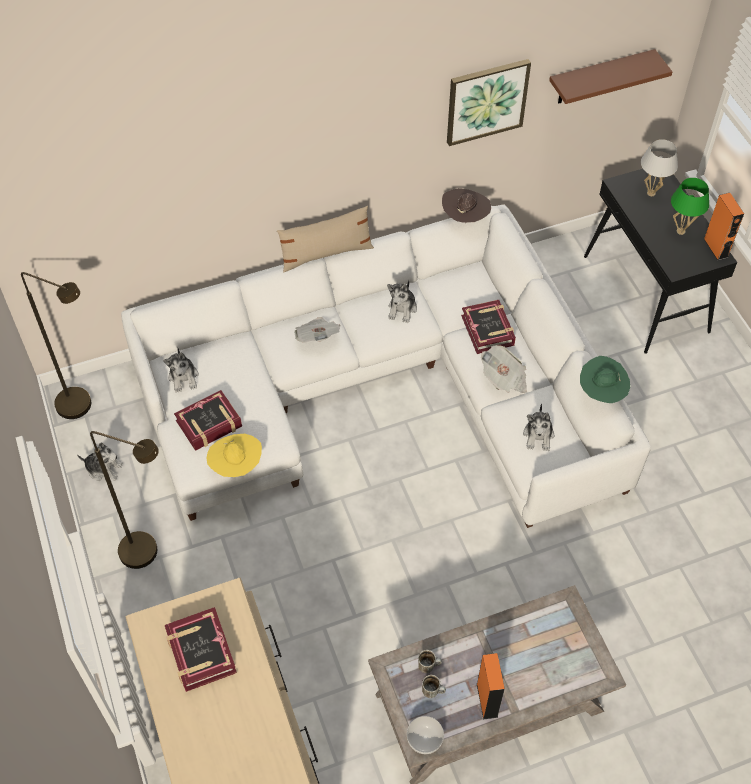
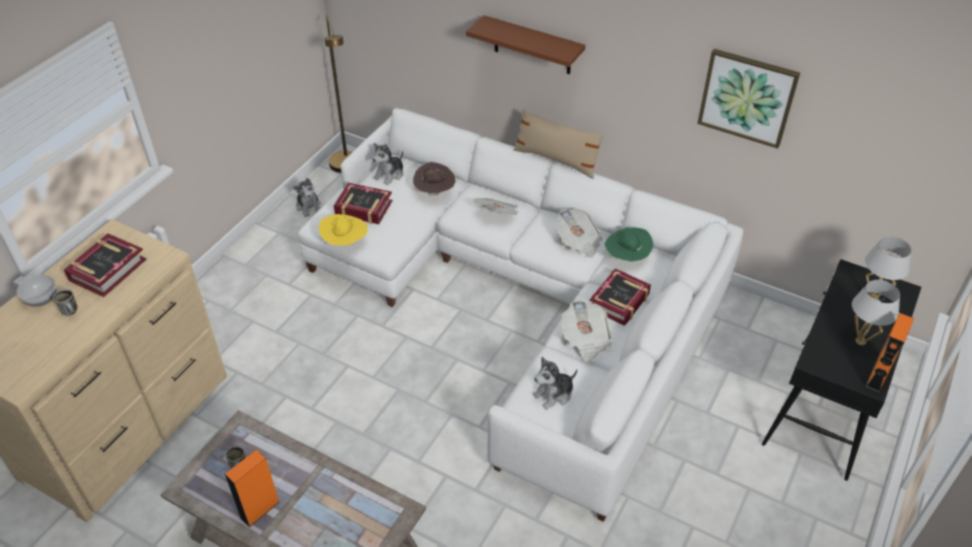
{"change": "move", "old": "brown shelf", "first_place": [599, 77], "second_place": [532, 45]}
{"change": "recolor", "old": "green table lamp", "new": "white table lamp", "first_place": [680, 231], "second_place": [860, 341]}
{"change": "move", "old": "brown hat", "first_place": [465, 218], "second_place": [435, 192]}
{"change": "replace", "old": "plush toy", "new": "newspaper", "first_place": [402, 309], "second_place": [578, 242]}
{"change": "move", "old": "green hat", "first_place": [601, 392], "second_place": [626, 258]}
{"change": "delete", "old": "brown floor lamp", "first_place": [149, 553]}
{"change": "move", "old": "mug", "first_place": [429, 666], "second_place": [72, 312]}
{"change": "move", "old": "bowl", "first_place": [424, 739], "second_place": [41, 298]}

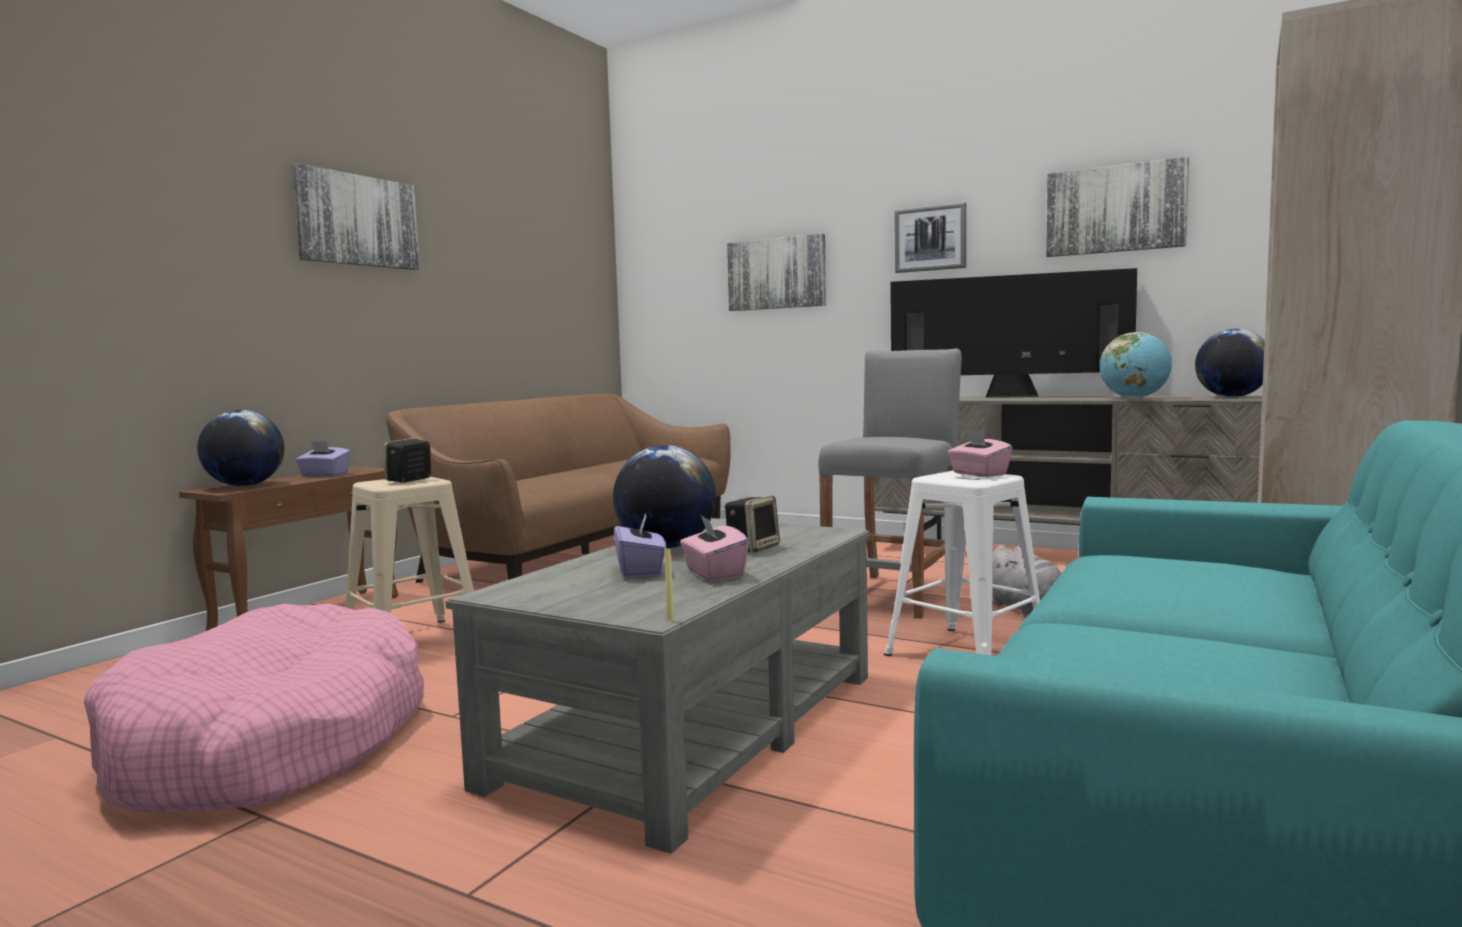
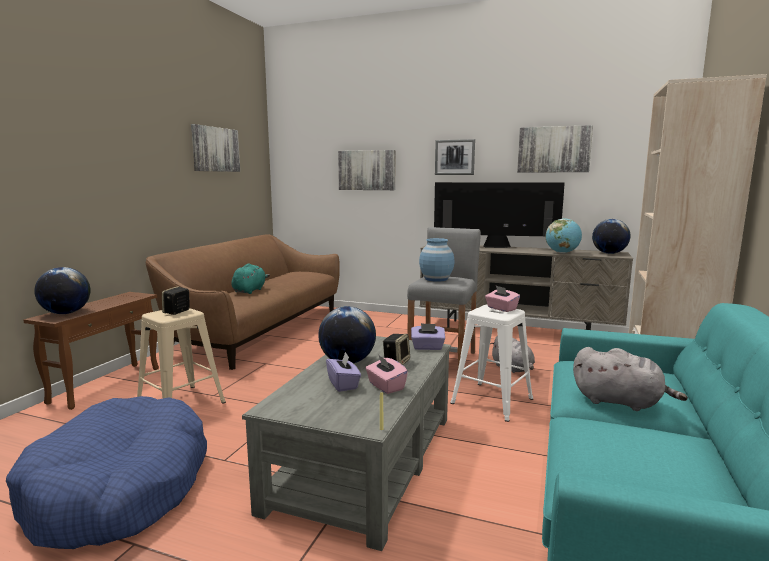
{"change": "move", "old": "picture", "first_place": [357, 221], "second_place": [215, 149]}
{"change": "move", "old": "purple tissue box", "first_place": [324, 475], "second_place": [427, 347]}
{"change": "recolor", "old": "pink dog bed", "new": "blue dog bed", "first_place": [271, 744], "second_place": [120, 488]}
{"change": "insert", "new": "blue vase", "second_place": [436, 279]}
{"change": "insert", "new": "turquoise plush toy", "second_place": [250, 290]}
{"change": "insert", "new": "grey plush toy", "second_place": [620, 402]}

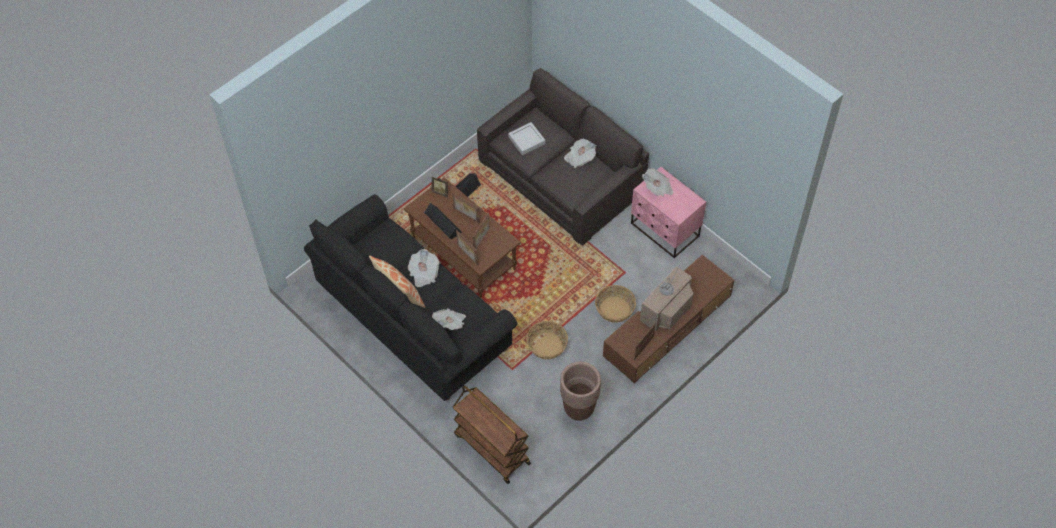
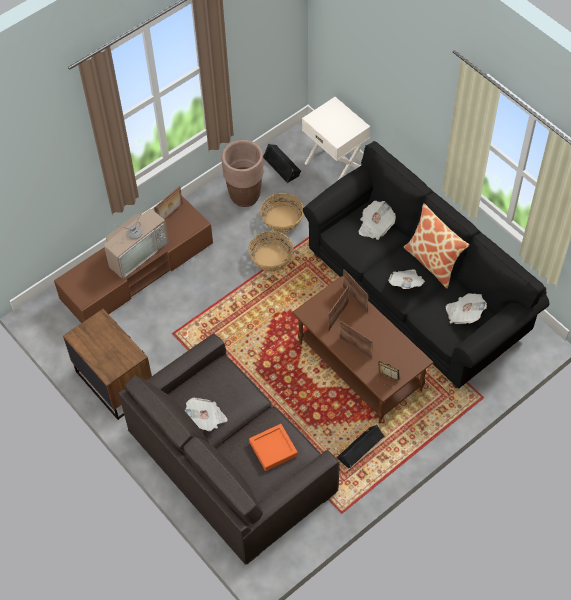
{"change": "recolor", "old": "grey tray", "new": "orange tray", "first_place": [526, 140], "second_place": [273, 449]}
{"change": "recolor", "old": "pink nightstand", "new": "brown nightstand", "first_place": [664, 230], "second_place": [115, 382]}
{"change": "move", "old": "newspaper", "first_place": [657, 188], "second_place": [464, 314]}
{"change": "move", "old": "black speaker", "first_place": [442, 224], "second_place": [282, 165]}
{"change": "move", "old": "basket", "first_place": [615, 309], "second_place": [282, 219]}
{"change": "replace", "old": "brown cart", "new": "white nightstand", "first_place": [491, 449], "second_place": [335, 165]}

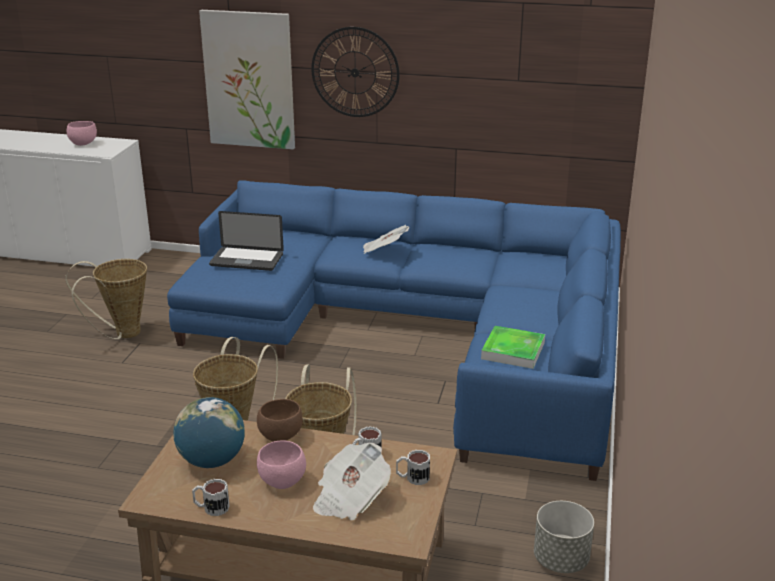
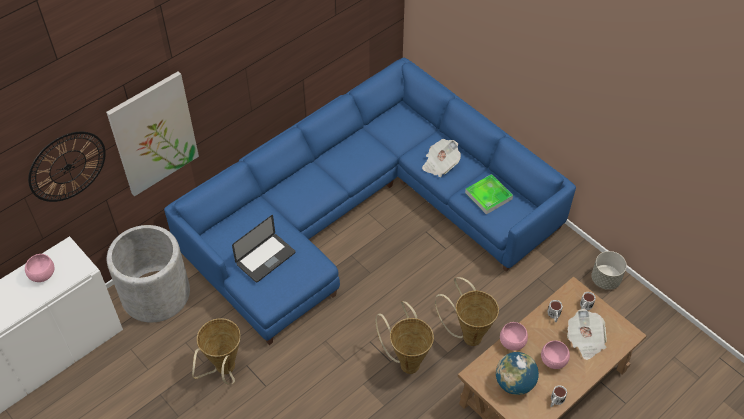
{"change": "move", "old": "wall clock", "first_place": [355, 72], "second_place": [67, 166]}
{"change": "move", "old": "newspaper", "first_place": [384, 251], "second_place": [440, 164]}
{"change": "recolor", "old": "brown bowl", "new": "pink bowl", "first_place": [280, 436], "second_place": [511, 343]}
{"change": "insert", "new": "grey planter", "second_place": [156, 294]}

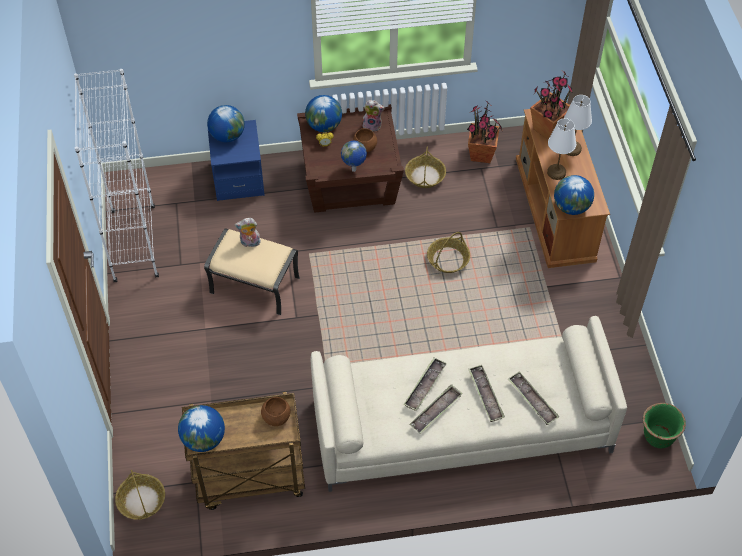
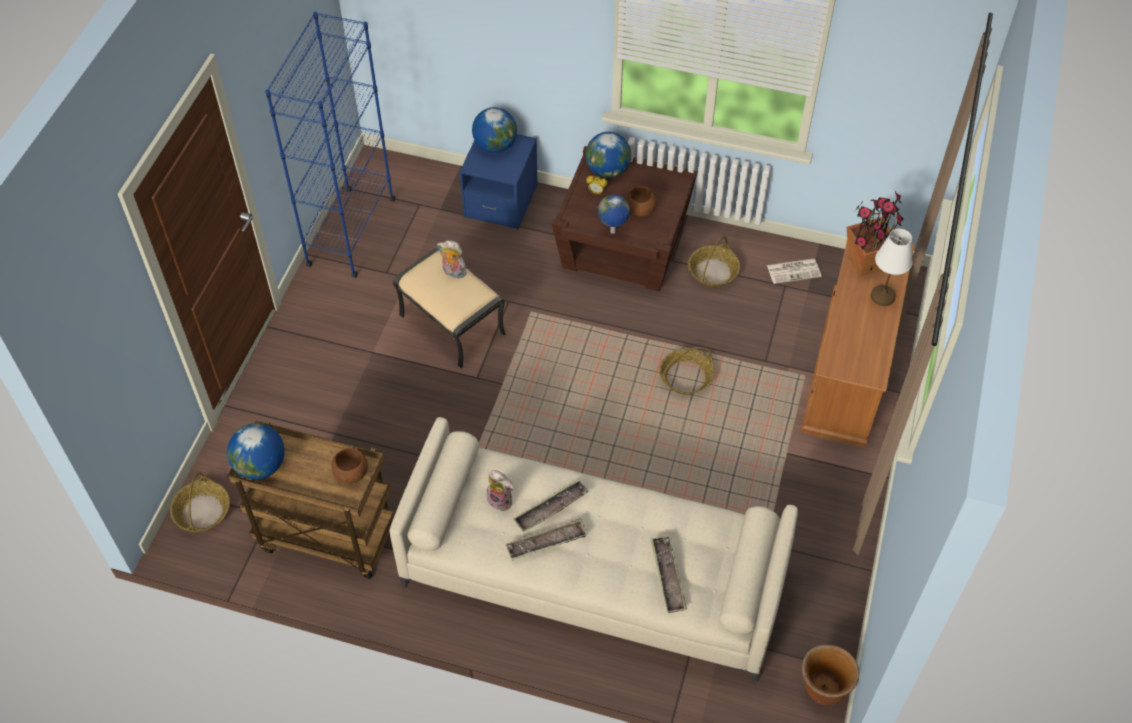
{"change": "recolor", "old": "white bookcase", "new": "blue bookcase", "first_place": [134, 244], "second_place": [351, 233]}
{"change": "move", "old": "plush toy", "first_place": [372, 125], "second_place": [501, 500]}
{"change": "replace", "old": "potted plant", "new": "newspaper", "first_place": [481, 155], "second_place": [794, 271]}
{"change": "delete", "old": "white table lamp", "first_place": [556, 173]}
{"change": "delete", "old": "globe", "first_place": [571, 207]}
{"change": "delete", "old": "tray", "first_place": [485, 395]}
{"change": "recolor", "old": "green planter", "new": "brown planter", "first_place": [658, 437], "second_place": [823, 689]}

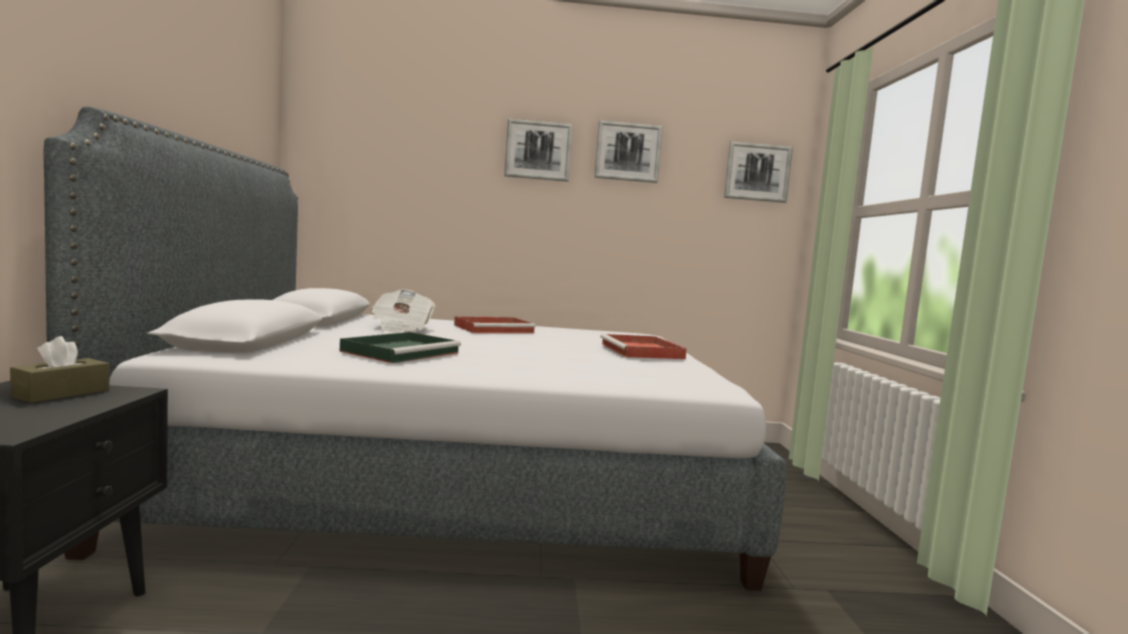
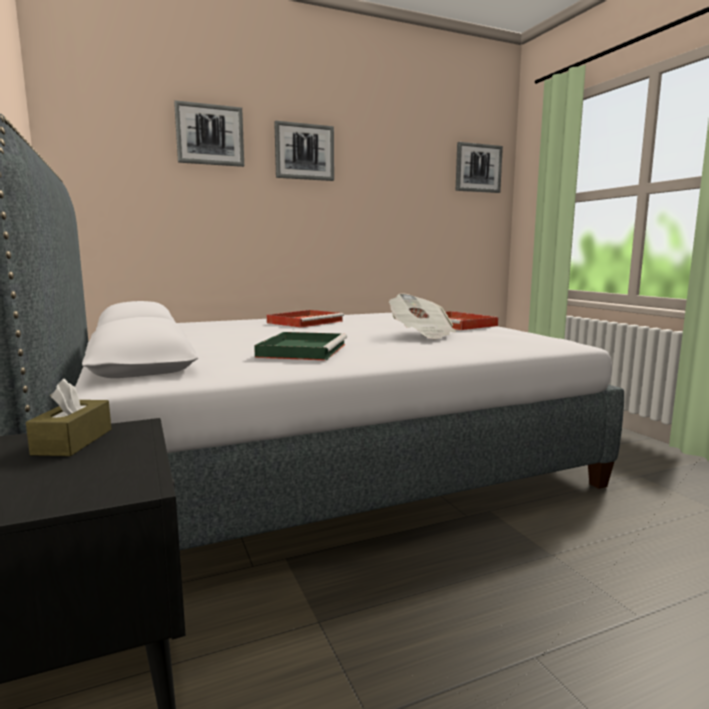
{"change": "move", "old": "picture", "first_place": [627, 152], "second_place": [210, 135]}
{"change": "move", "old": "newspaper", "first_place": [401, 328], "second_place": [421, 334]}

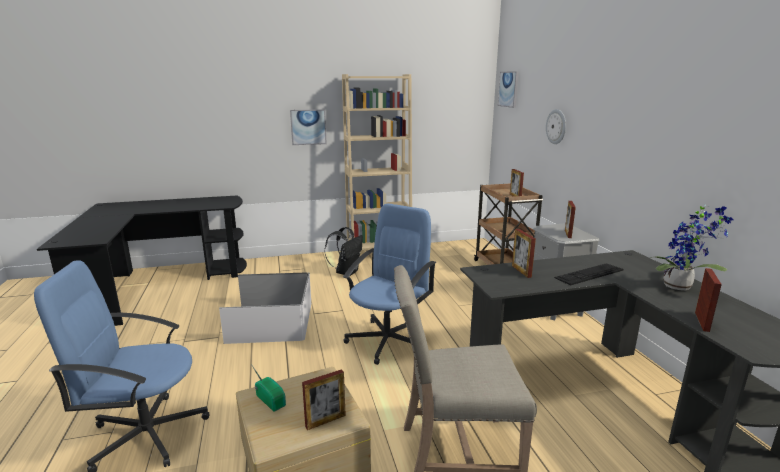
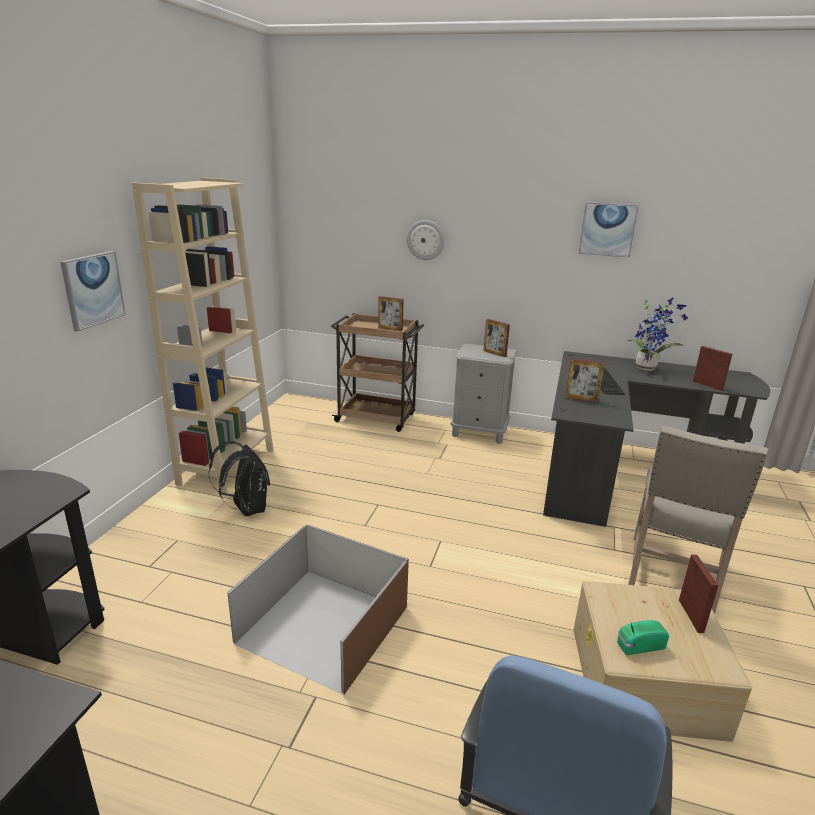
{"change": "move", "old": "picture", "first_place": [508, 89], "second_place": [607, 229]}
{"change": "delete", "old": "blue office chair", "first_place": [388, 340]}
{"change": "recolor", "old": "white storage box", "new": "brown storage box", "first_place": [270, 321], "second_place": [321, 624]}

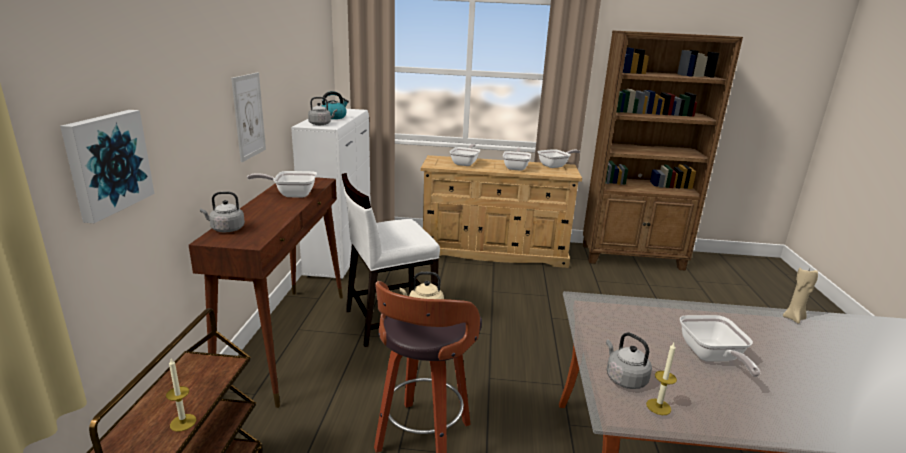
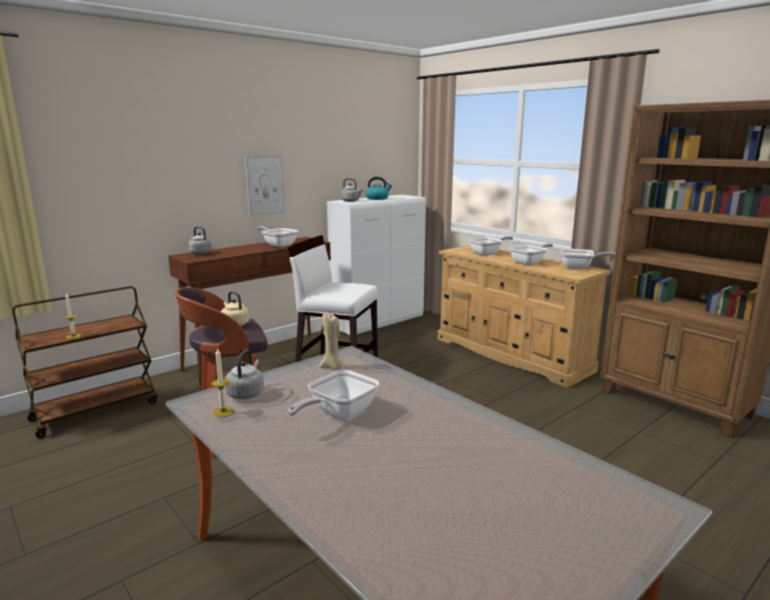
{"change": "delete", "old": "picture", "first_place": [107, 163]}
{"change": "move", "old": "beige candle", "first_place": [794, 318], "second_place": [332, 367]}

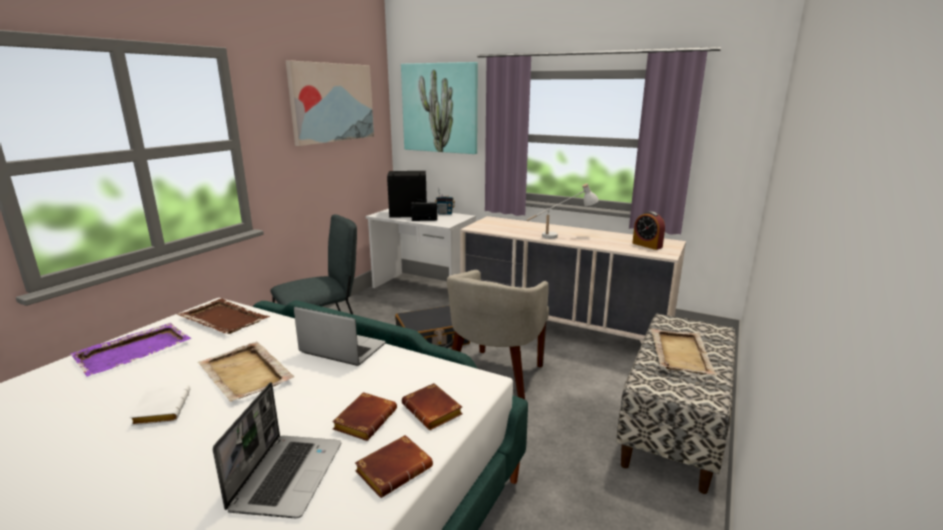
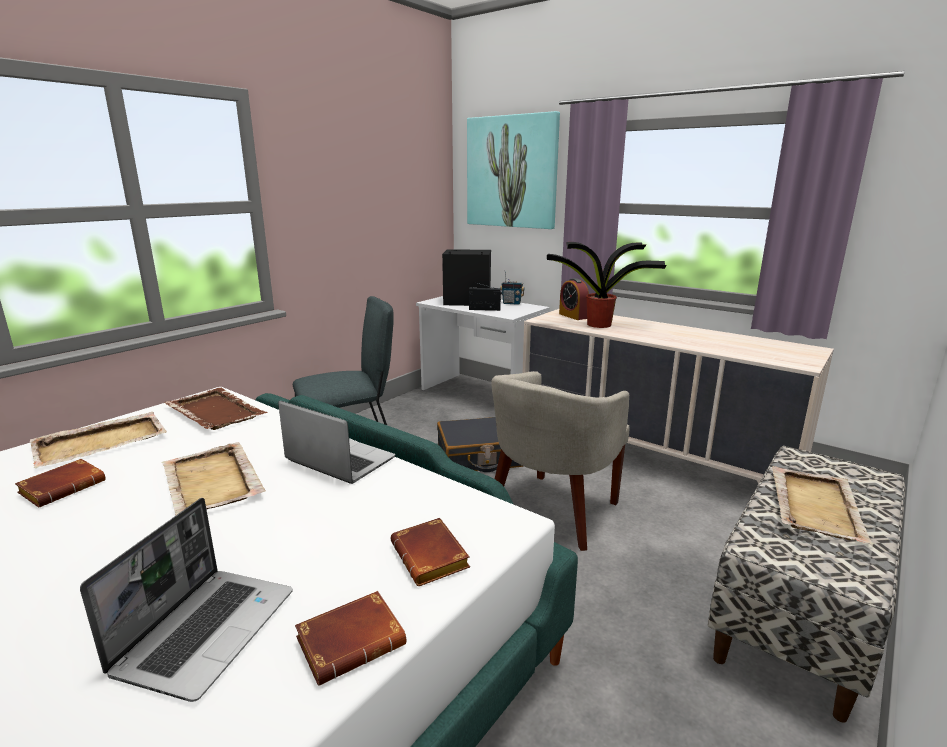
{"change": "delete", "old": "picture", "first_place": [332, 102]}
{"change": "delete", "old": "white table lamp", "first_place": [560, 236]}
{"change": "move", "old": "alarm clock", "first_place": [647, 245], "second_place": [573, 316]}
{"change": "recolor", "old": "purple tray", "new": "beige tray", "first_place": [135, 350], "second_place": [102, 441]}
{"change": "delete", "old": "white book", "first_place": [161, 408]}
{"change": "move", "old": "brown book", "first_place": [365, 419], "second_place": [64, 487]}
{"change": "insert", "new": "potted plant", "second_place": [600, 325]}

